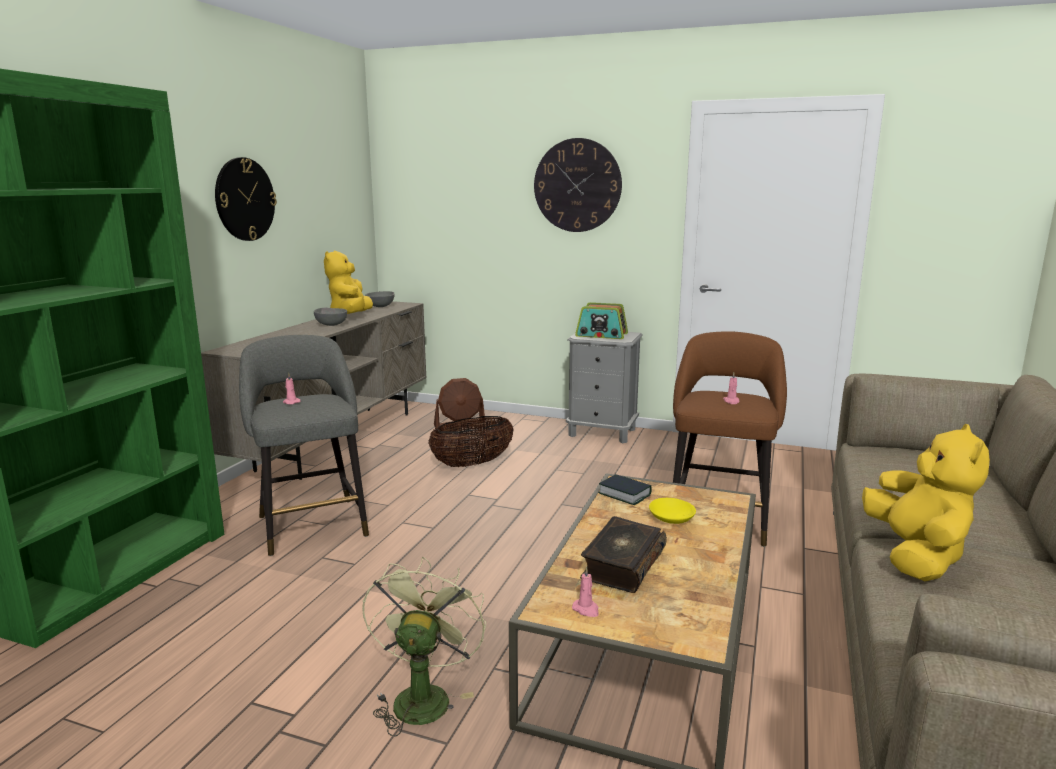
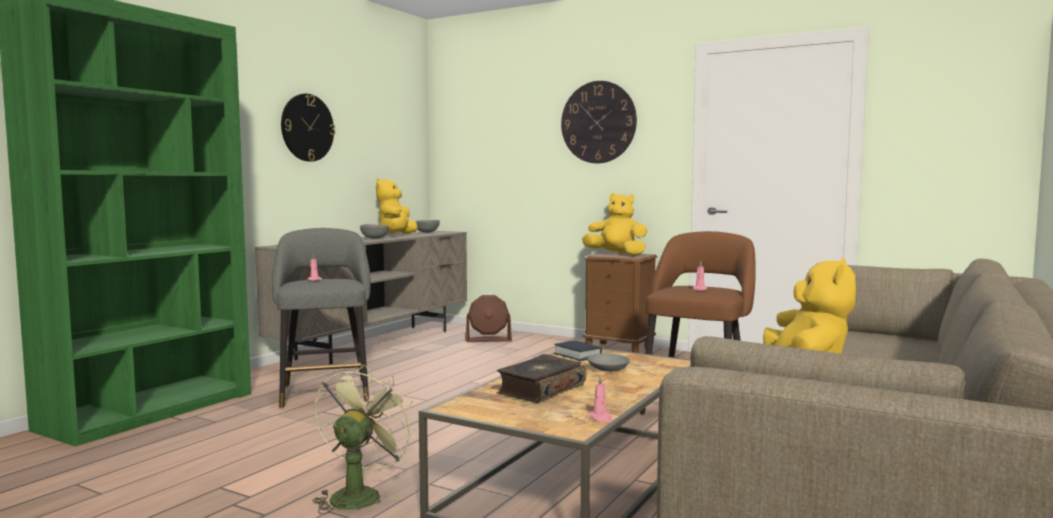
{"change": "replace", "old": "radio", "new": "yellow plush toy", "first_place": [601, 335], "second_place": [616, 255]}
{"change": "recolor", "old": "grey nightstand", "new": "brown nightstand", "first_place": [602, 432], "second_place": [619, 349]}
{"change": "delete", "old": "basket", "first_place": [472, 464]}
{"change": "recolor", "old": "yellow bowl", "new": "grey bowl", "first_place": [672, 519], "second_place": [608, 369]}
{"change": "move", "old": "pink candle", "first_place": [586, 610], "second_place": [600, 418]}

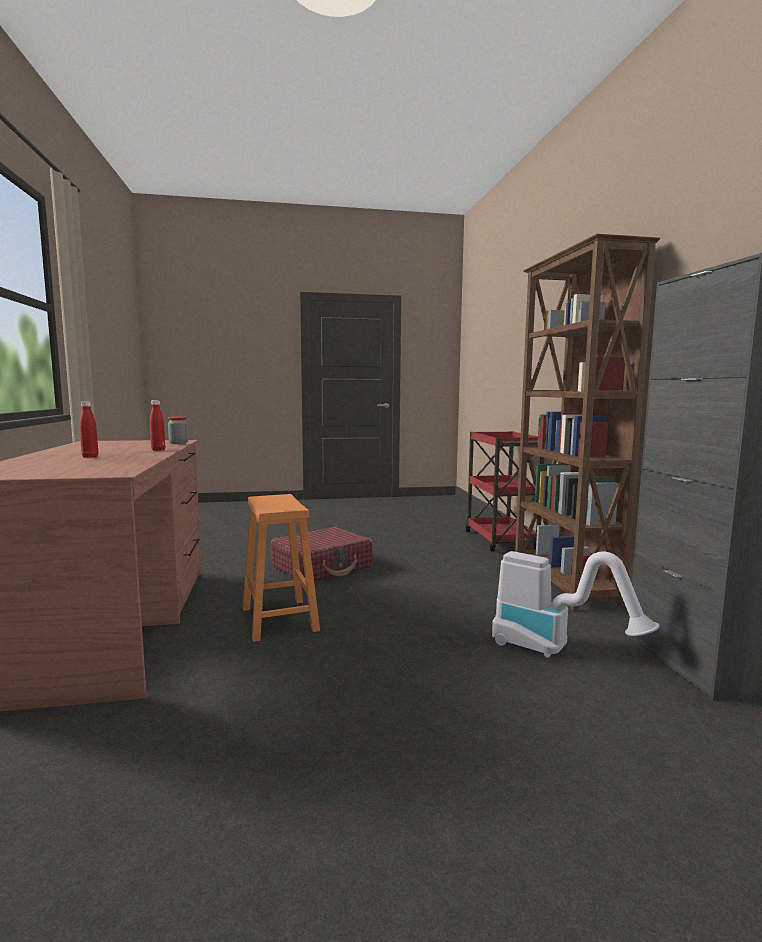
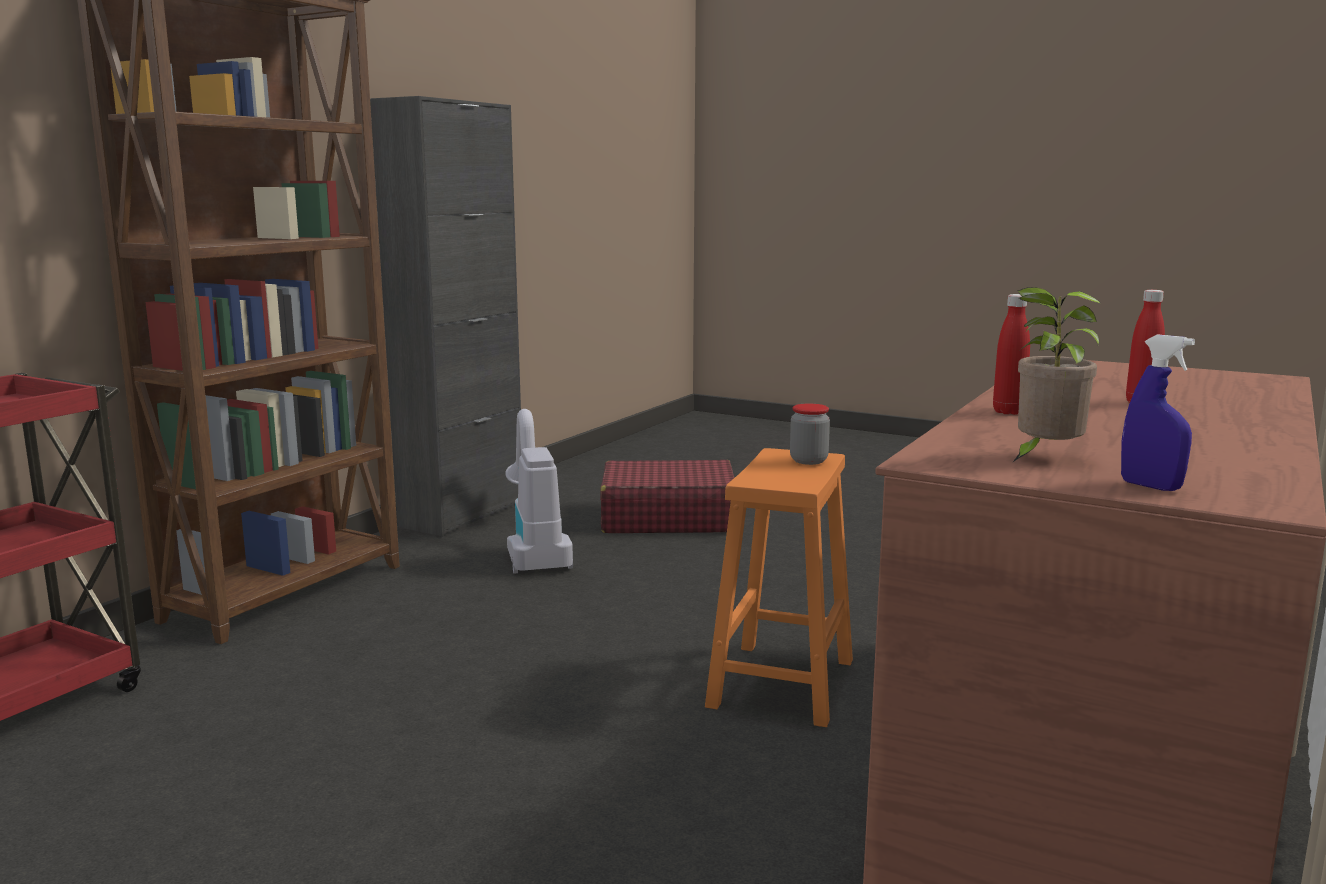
{"change": "move", "old": "jar", "first_place": [178, 443], "second_place": [808, 461]}
{"change": "move", "old": "red suitcase", "first_place": [322, 567], "second_place": [667, 518]}
{"change": "insert", "new": "potted plant", "second_place": [1044, 458]}
{"change": "insert", "new": "blue spray bottle", "second_place": [1150, 486]}

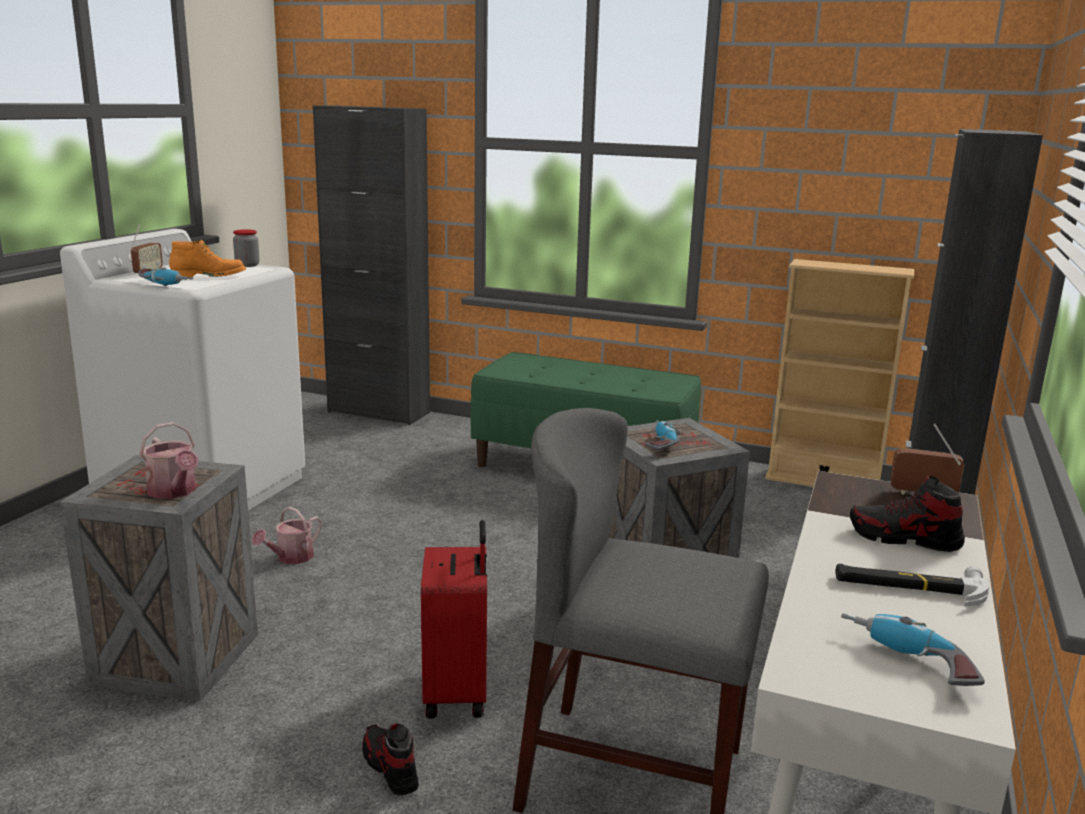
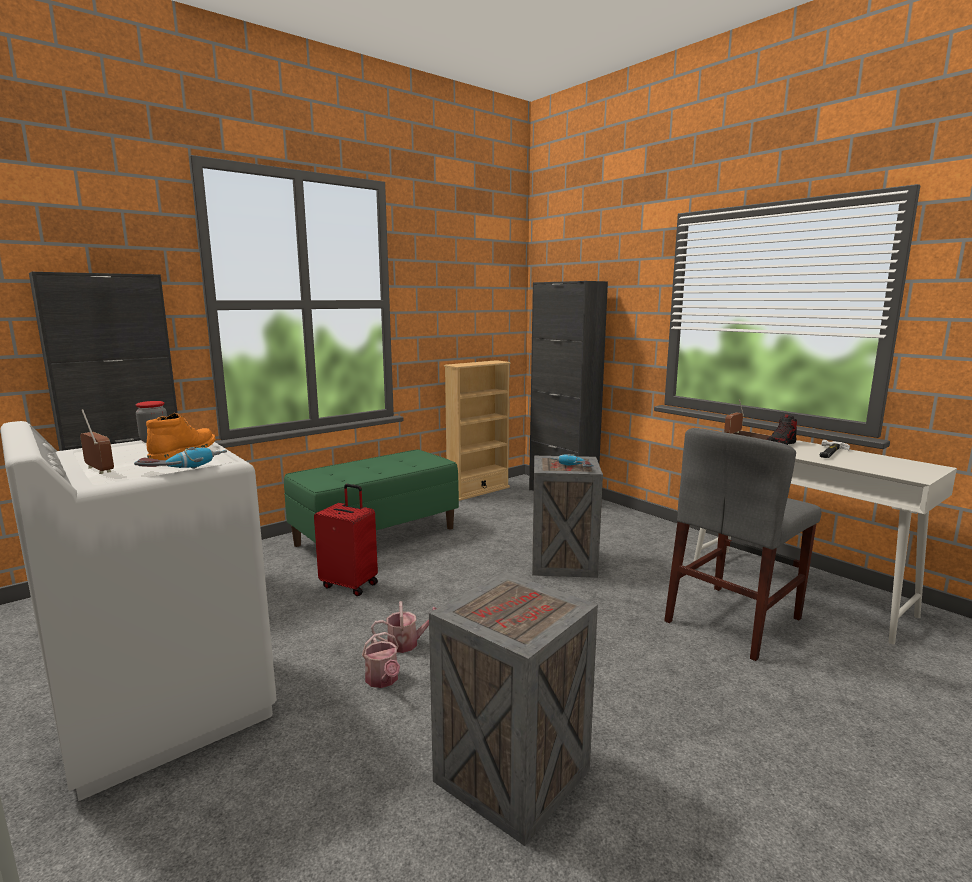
{"change": "move", "old": "watering can", "first_place": [174, 492], "second_place": [407, 643]}
{"change": "move", "old": "red suitcase", "first_place": [458, 693], "second_place": [350, 585]}
{"change": "delete", "old": "power drill", "first_place": [906, 662]}
{"change": "delete", "old": "shoe", "first_place": [390, 768]}

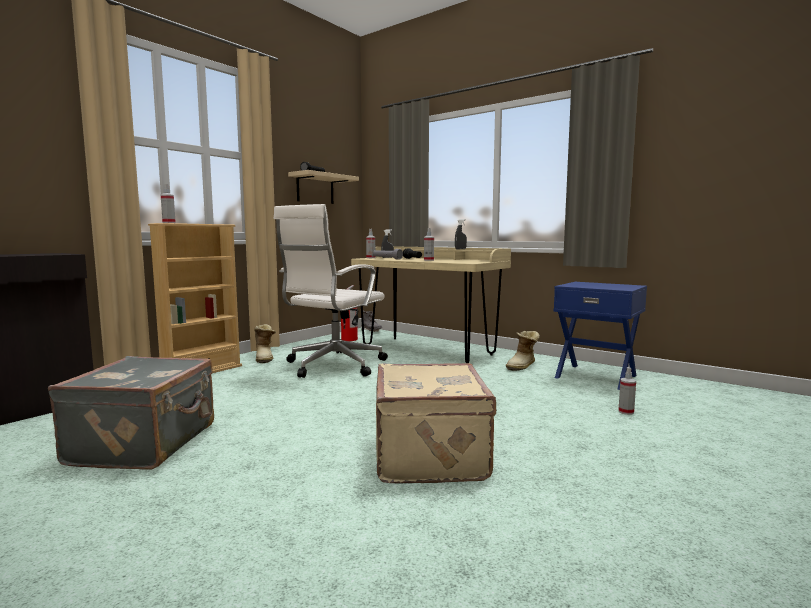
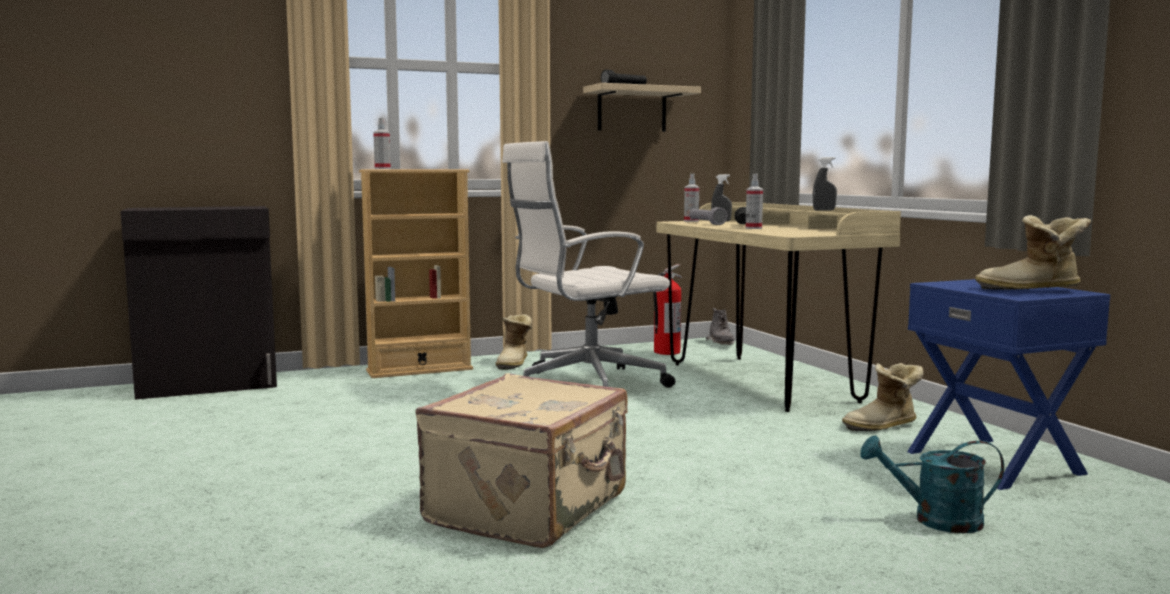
{"change": "delete", "old": "grey suitcase", "first_place": [146, 444]}
{"change": "replace", "old": "spray bottle", "new": "turquoise watering can", "first_place": [626, 412], "second_place": [935, 520]}
{"change": "insert", "new": "boot", "second_place": [1031, 290]}

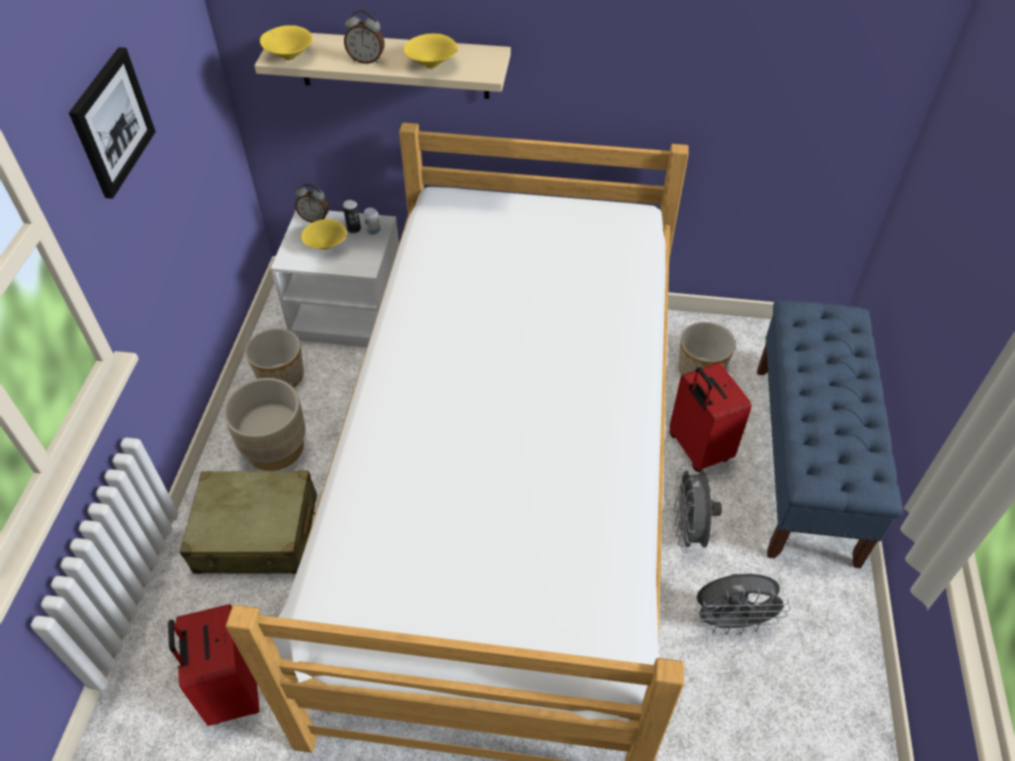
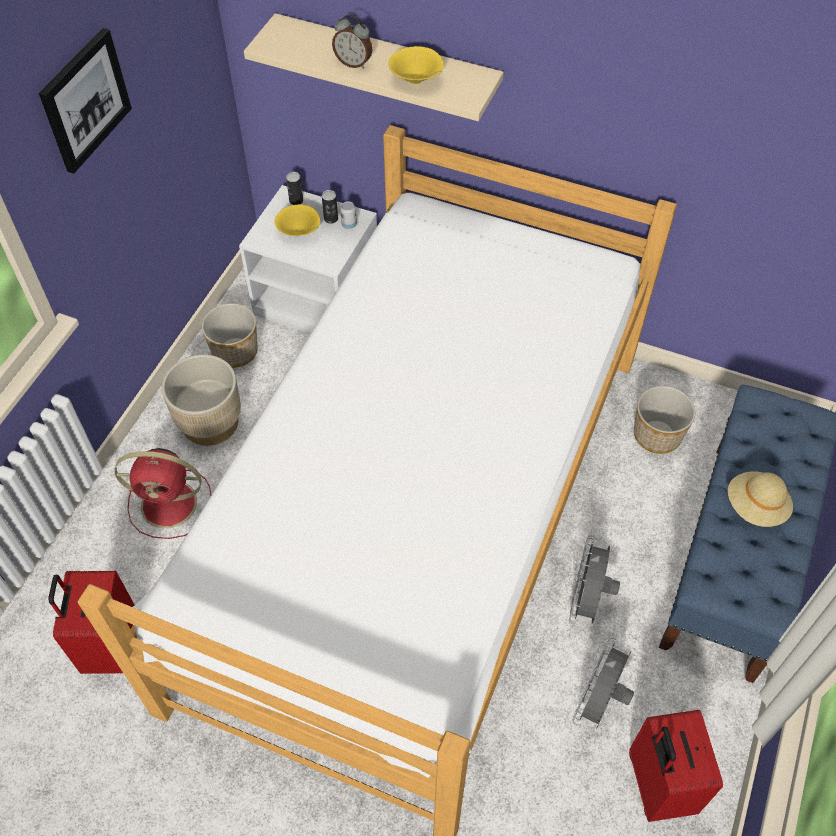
{"change": "delete", "old": "yellow bowl", "first_place": [288, 56]}
{"change": "replace", "old": "alarm clock", "new": "can", "first_place": [315, 219], "second_place": [296, 200]}
{"change": "move", "old": "red suitcase", "first_place": [697, 449], "second_place": [657, 784]}
{"change": "replace", "old": "beige suitcase", "new": "red fan", "first_place": [257, 534], "second_place": [171, 504]}
{"change": "rotate", "old": "grey fan", "first_place": [731, 621], "second_place": [598, 702], "degrees": 105}
{"change": "insert", "new": "beige hat", "second_place": [755, 507]}

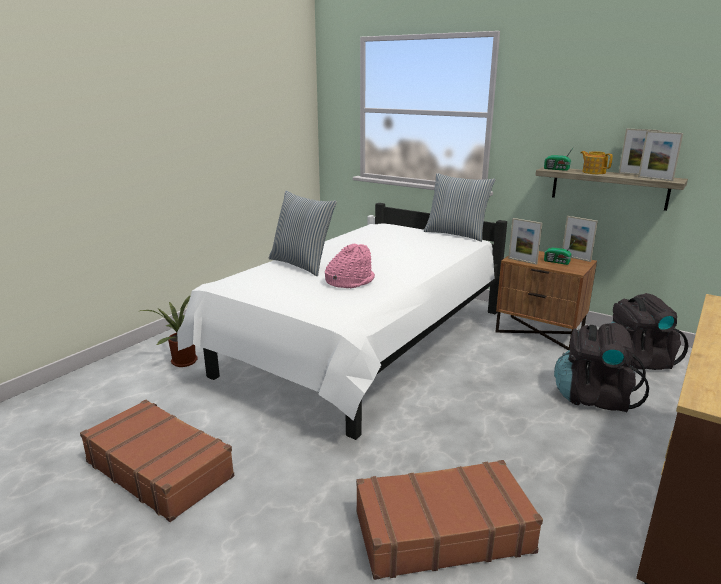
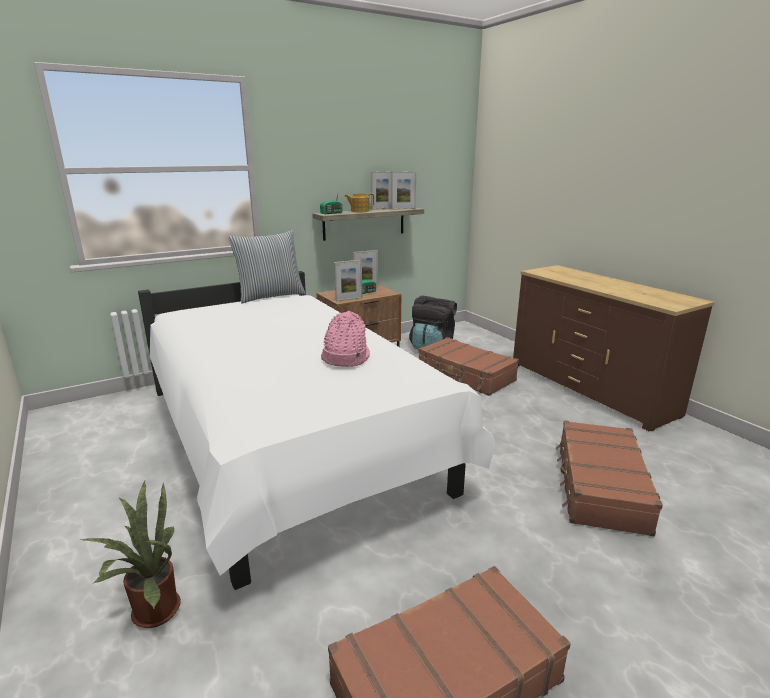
{"change": "delete", "old": "pillow", "first_place": [302, 264]}
{"change": "replace", "old": "black backpack", "new": "brown suitcase", "first_place": [593, 398], "second_place": [465, 375]}

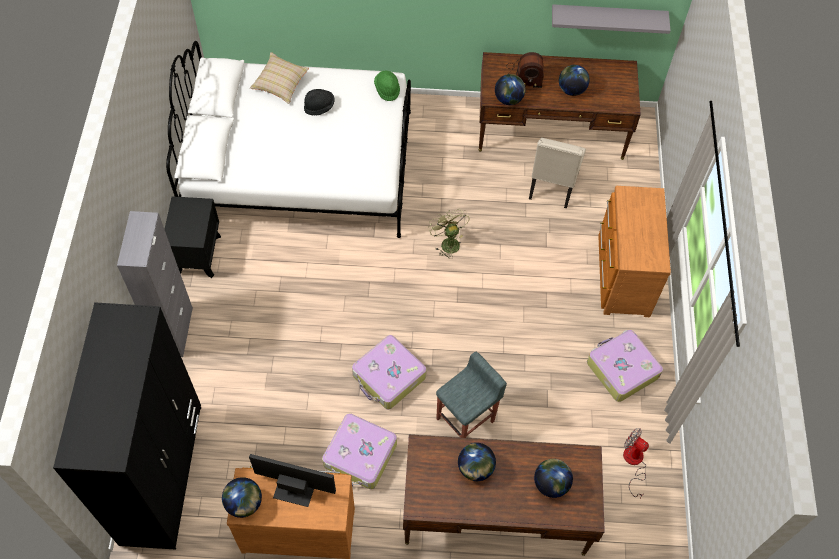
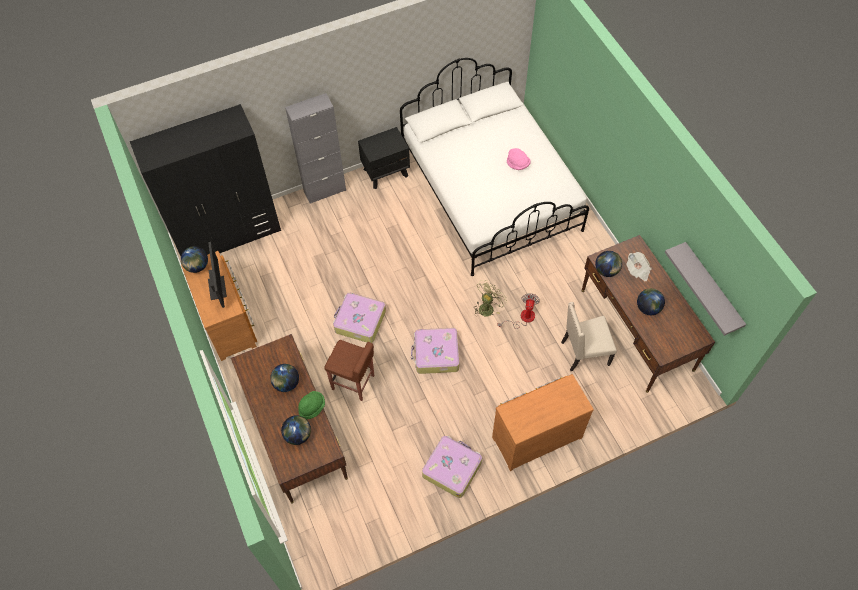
{"change": "delete", "old": "beige pillow", "first_place": [280, 84]}
{"change": "replace", "old": "radio", "new": "newspaper", "first_place": [524, 75], "second_place": [637, 270]}
{"change": "move", "old": "green hat", "first_place": [387, 89], "second_place": [312, 407]}
{"change": "recolor", "old": "black hat", "new": "pink hat", "first_place": [319, 107], "second_place": [518, 164]}
{"change": "recolor", "old": "grey stool", "new": "brown stool", "first_place": [466, 419], "second_place": [353, 383]}
{"change": "move", "old": "suitcase", "first_place": [360, 456], "second_place": [436, 354]}
{"change": "move", "old": "fan", "first_place": [633, 463], "second_place": [522, 318]}

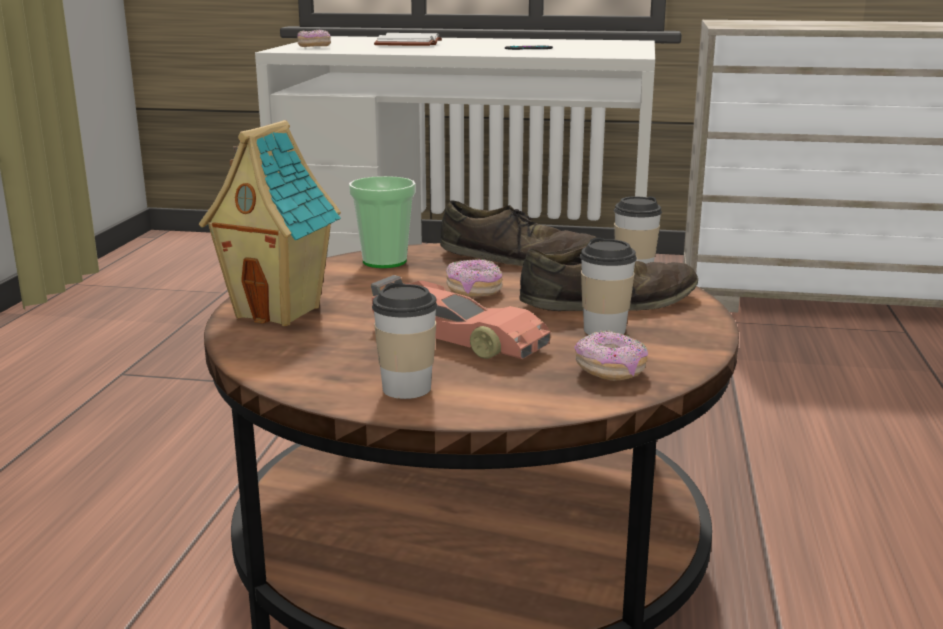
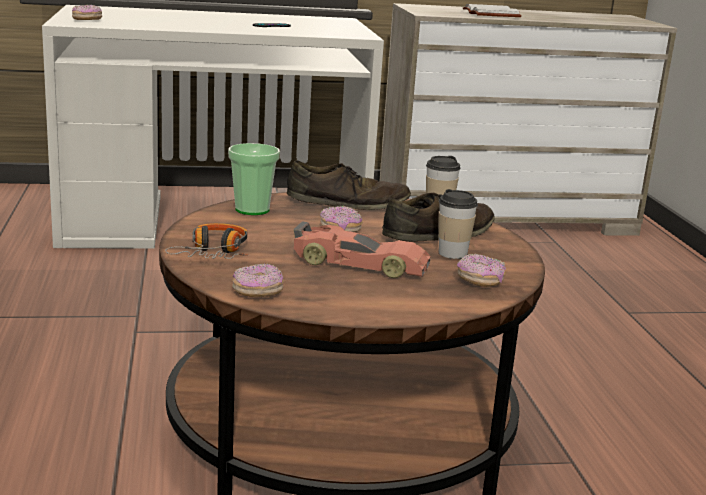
{"change": "move", "old": "white book", "first_place": [407, 44], "second_place": [489, 14]}
{"change": "replace", "old": "toy house", "new": "headphones", "first_place": [280, 311], "second_place": [214, 253]}
{"change": "delete", "old": "cup", "first_place": [406, 388]}
{"change": "insert", "new": "donut", "second_place": [258, 293]}

